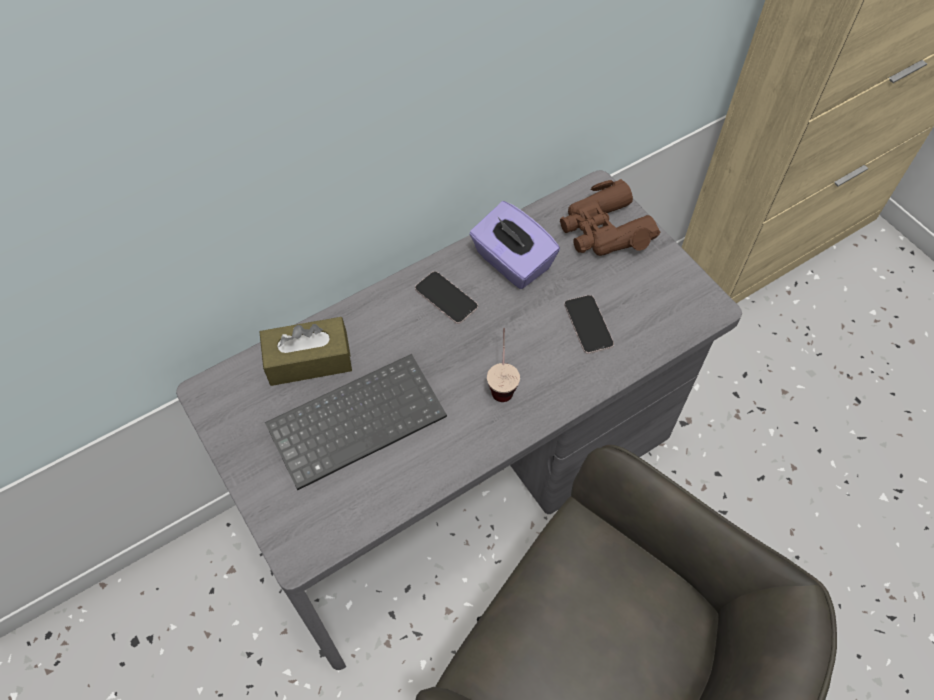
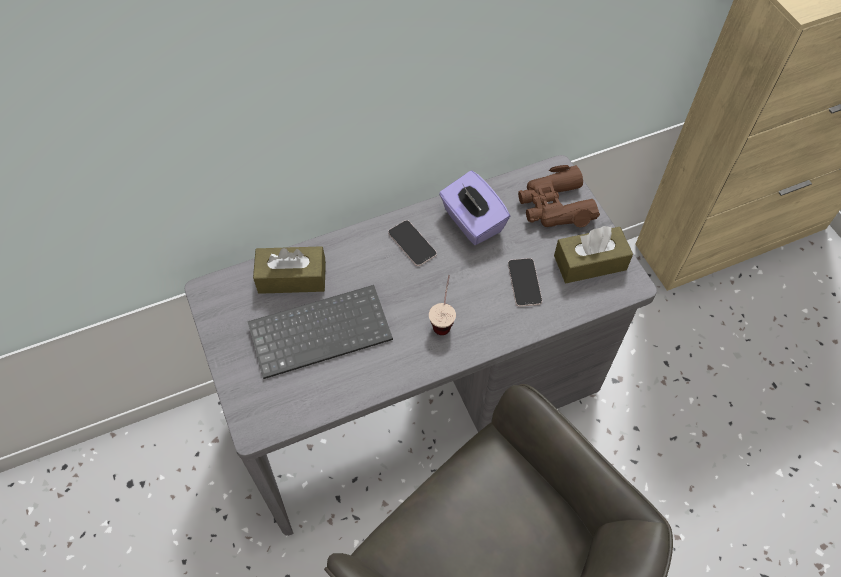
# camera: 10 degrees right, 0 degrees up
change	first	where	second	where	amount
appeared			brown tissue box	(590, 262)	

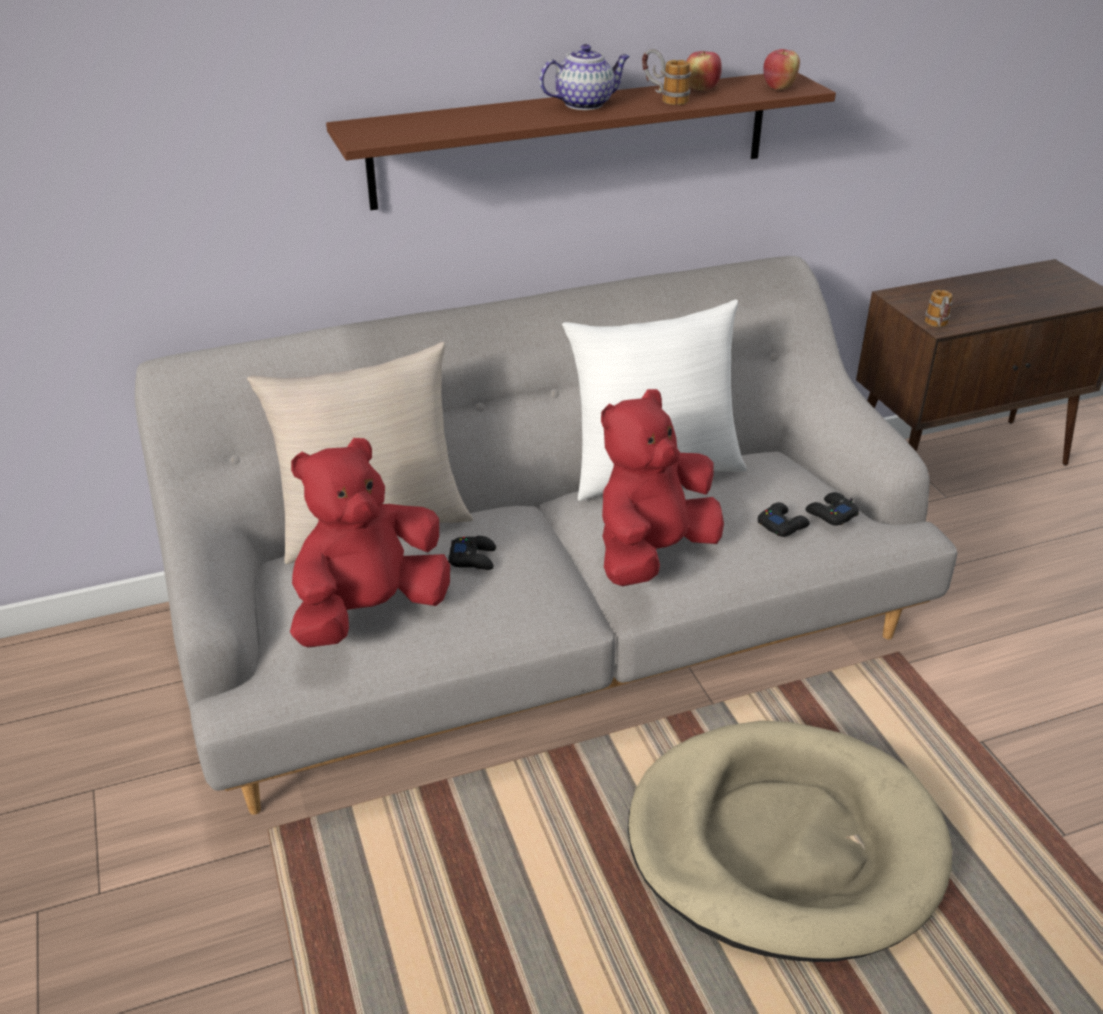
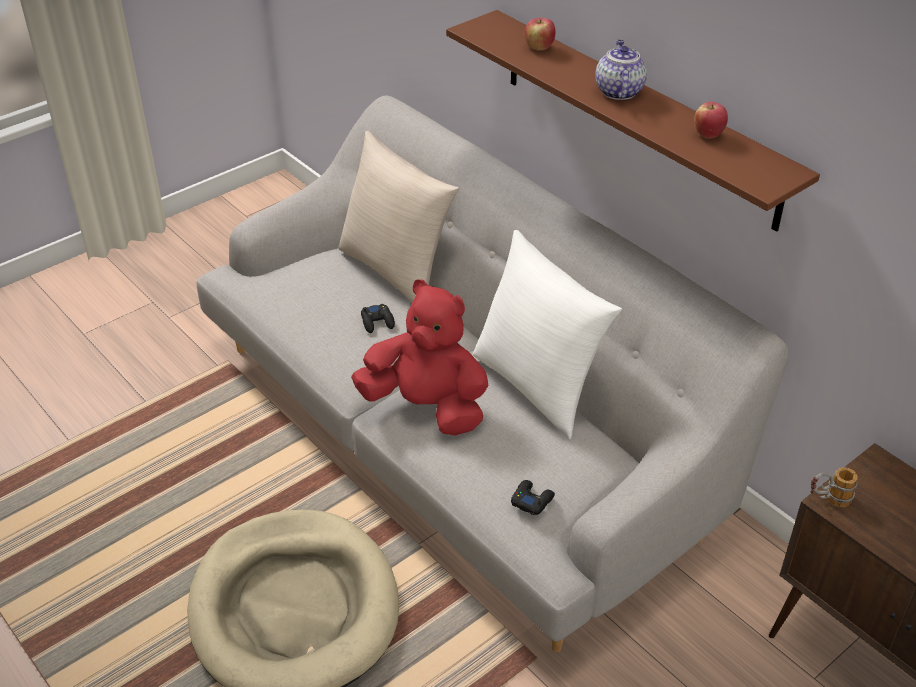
# camera: 70 degrees right, 5 degrees up
change	first	where	second	where	amount
relocated	apple	(779, 87)		(539, 47)	
spun	teapot	(585, 104)		(618, 91)	135 degrees counterclockwise
missing	red plush toy	(370, 611)			
missing	mug	(664, 99)			
missing	black game controller	(782, 525)			

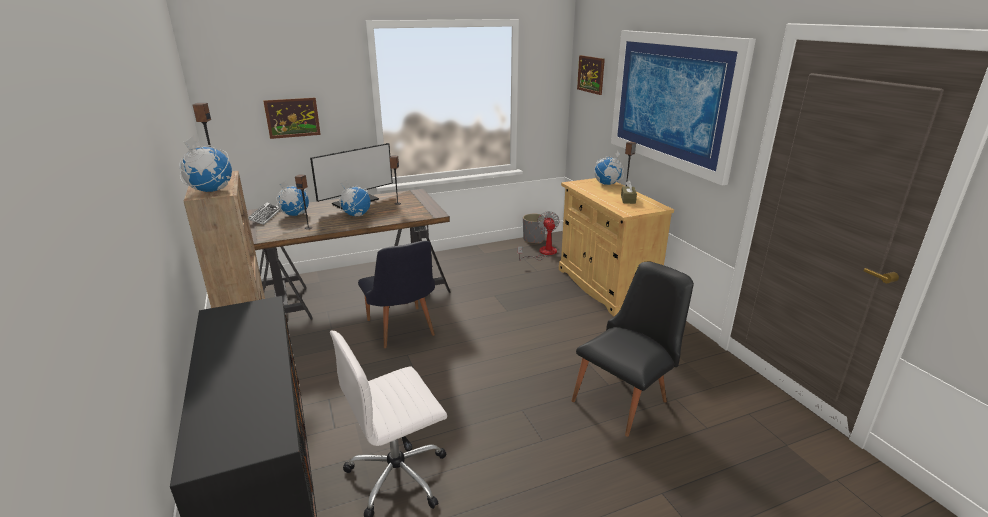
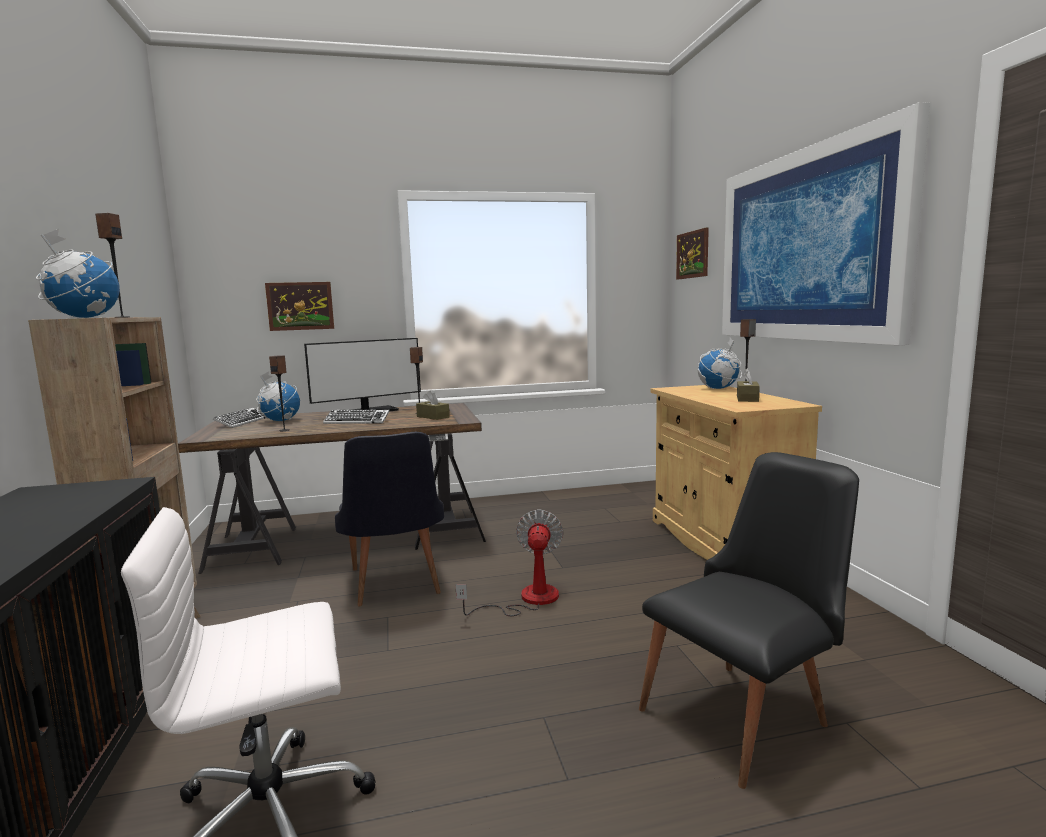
# camera: 10 degrees right, 15 degrees down
change	first	where	second	where	amount
exchanged	globe	(356, 215)	keyboard	(357, 421)	
appeared			brown tissue box	(433, 417)	
relocated	fan	(543, 253)		(527, 600)	
missing	grey planter	(534, 240)			

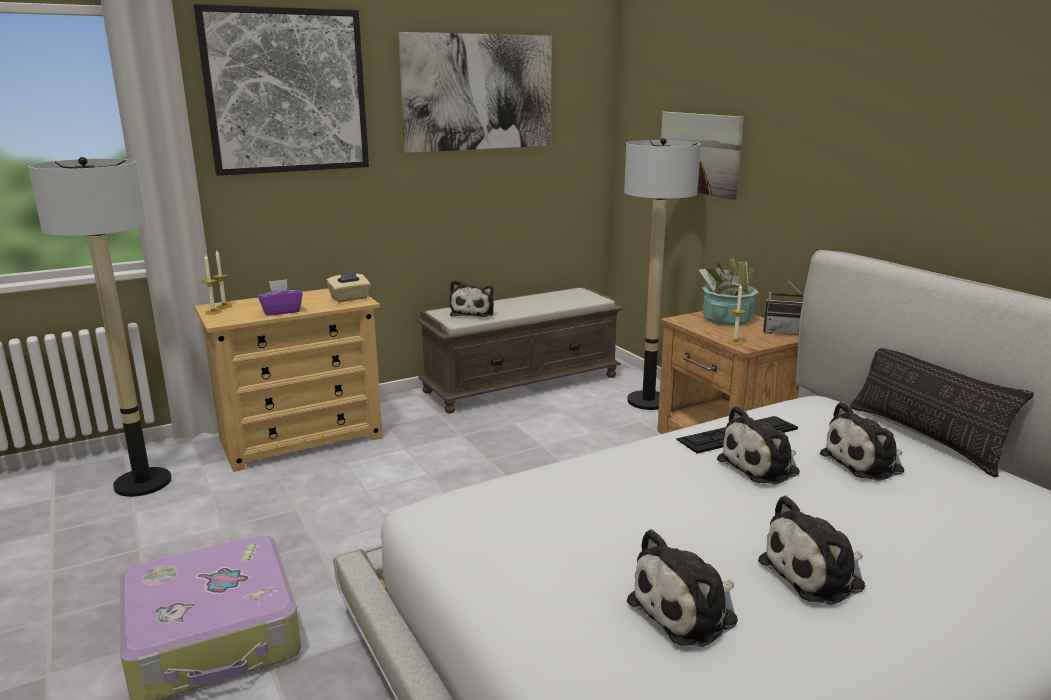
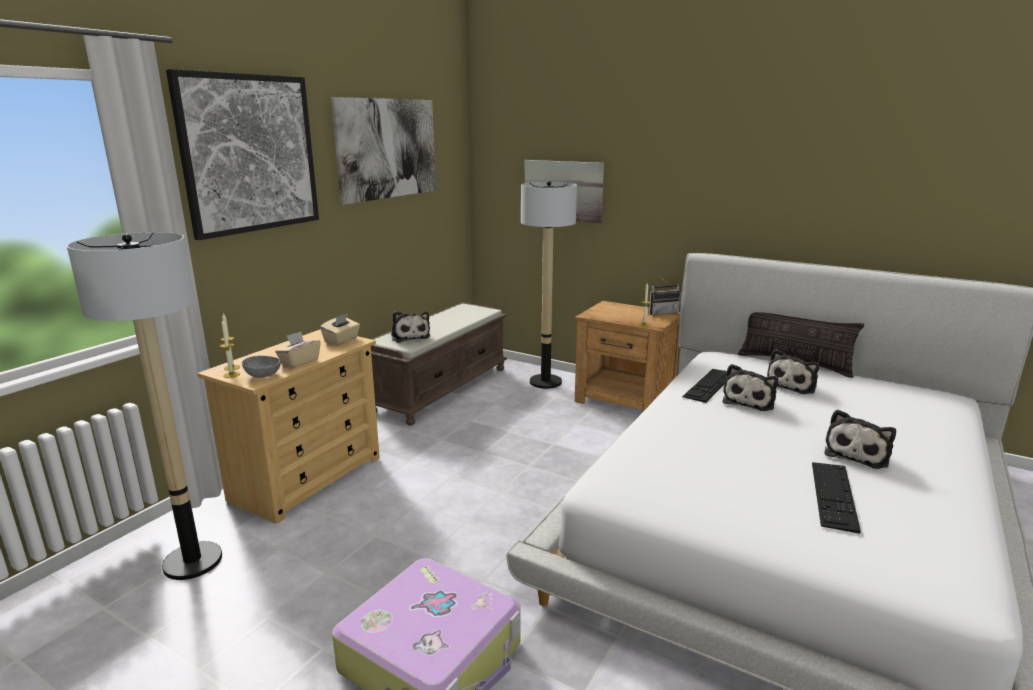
# camera: 30 degrees left, 0 degrees up
change	first	where	second	where	amount
appeared			grey bowl	(263, 375)	
colour	purple tissue box	(281, 311)	beige tissue box	(299, 362)	
exchanged	plush toy	(687, 611)	keyboard	(833, 495)	
missing	potted plant	(727, 319)			

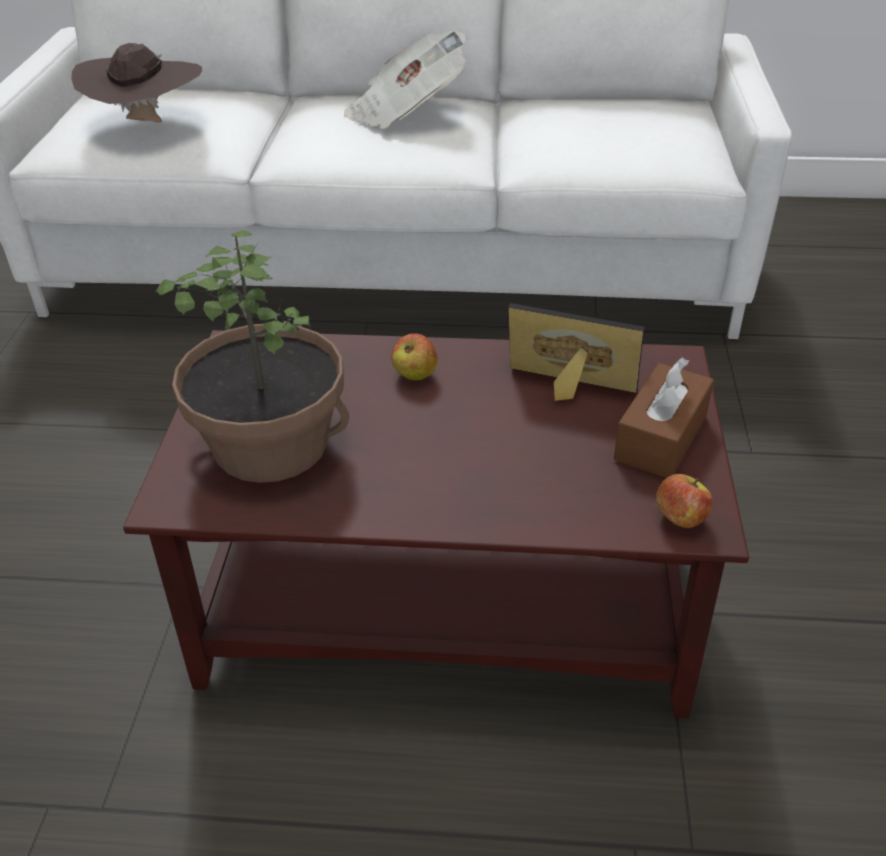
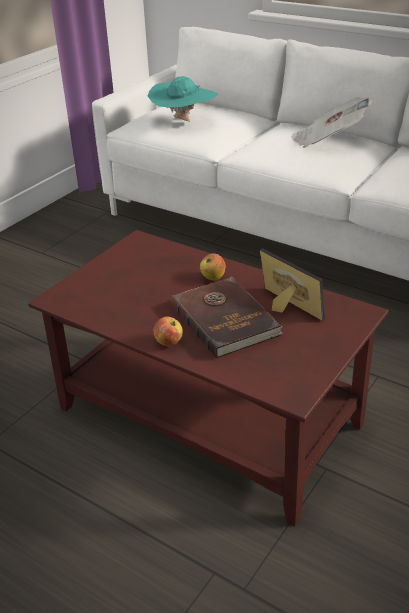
# camera: 30 degrees right, 5 degrees down
change	first	where	second	where	amount
colour	brown hat	(148, 125)	turquoise hat	(183, 122)	
relocated	apple	(680, 519)		(169, 342)	
appeared			brown book	(225, 319)	
missing	potted plant	(271, 443)			
missing	brown tissue box	(661, 437)			

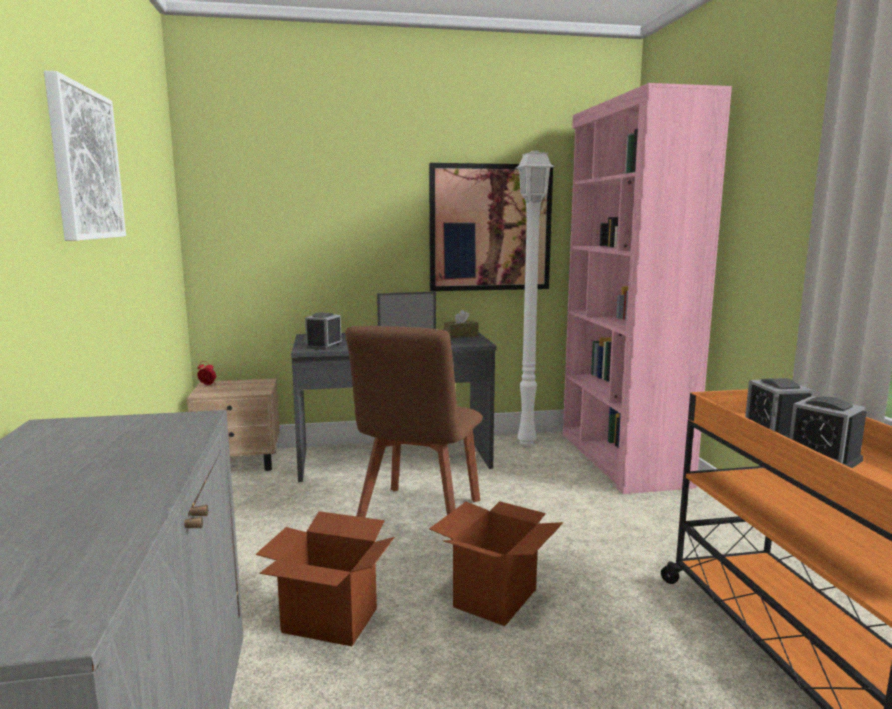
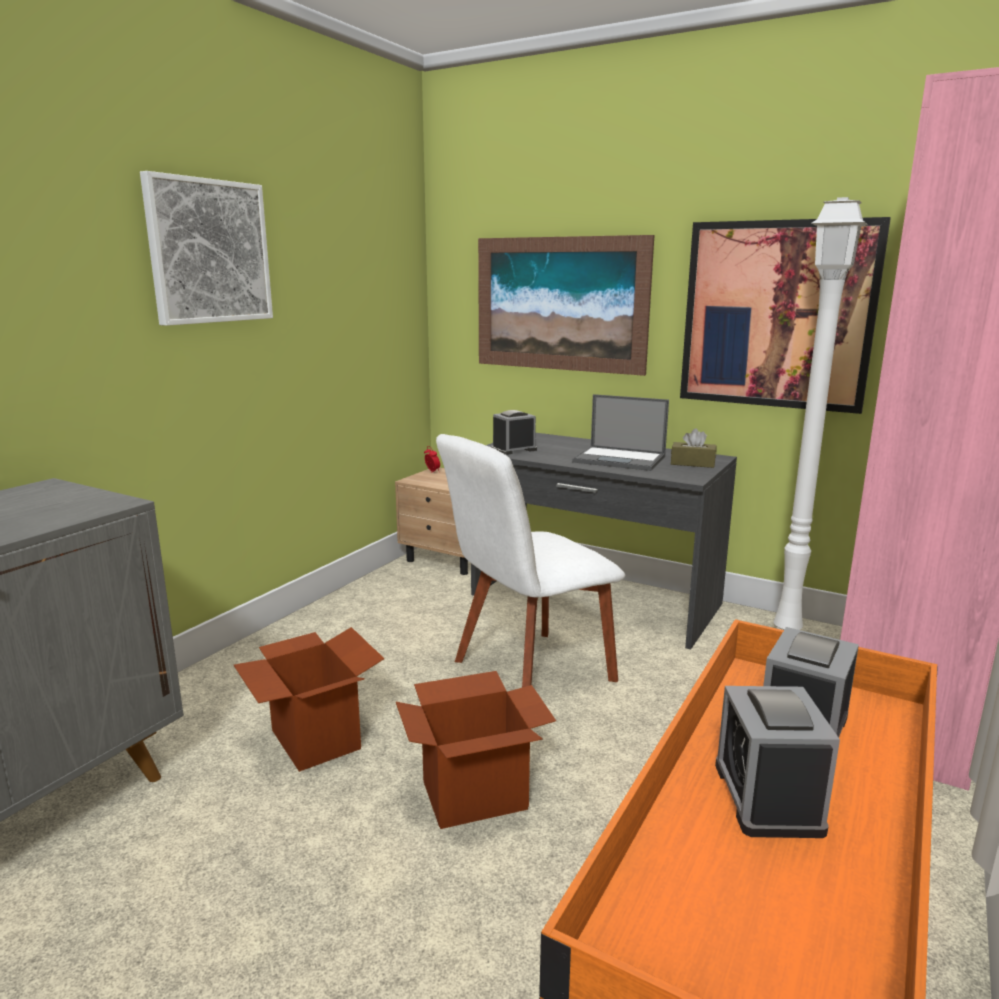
# camera: 40 degrees right, 5 degrees up
change	first	where	second	where	amount
colour	brown chair	(418, 517)	white chair	(527, 673)	
appeared			picture	(560, 304)	

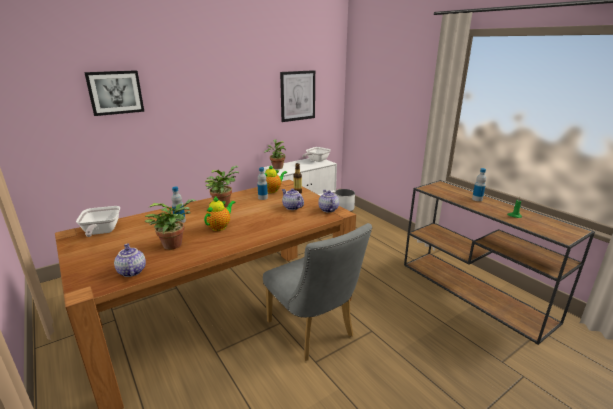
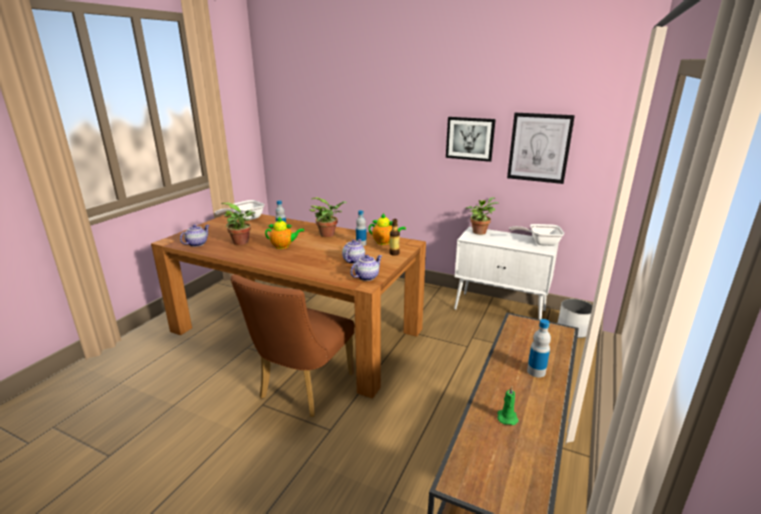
# camera: 60 degrees right, 0 degrees up
change	first	where	second	where	amount
colour	grey chair	(314, 332)	brown chair	(302, 389)	
relocated	picture	(115, 92)		(470, 138)	

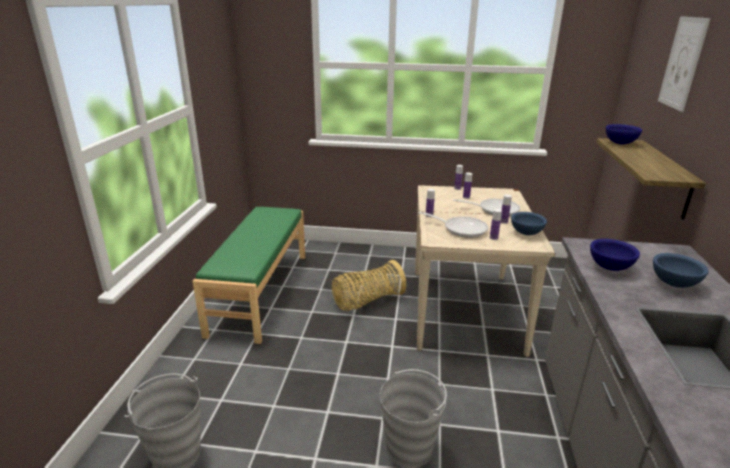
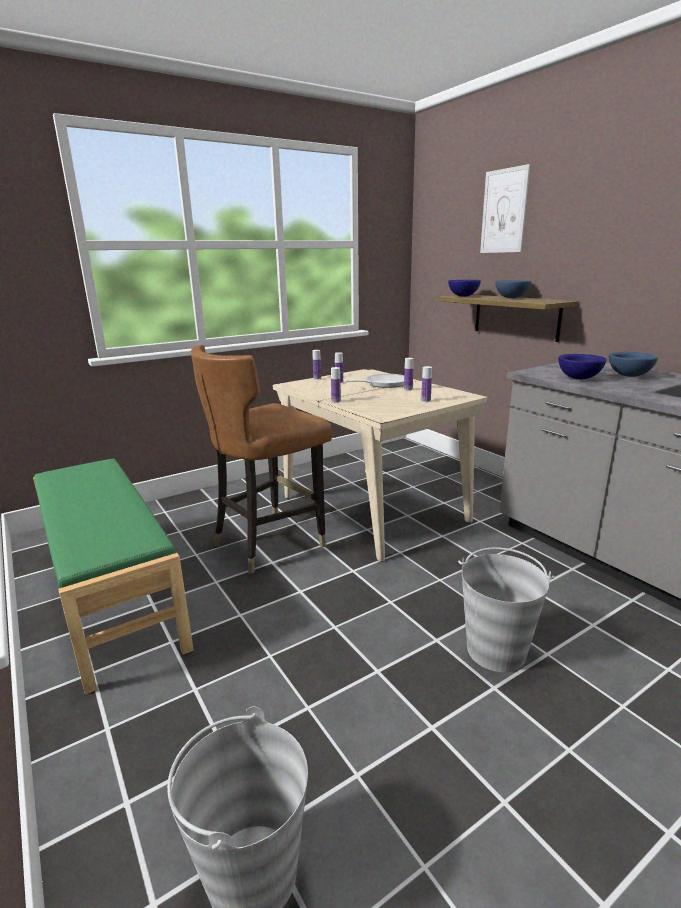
# camera: 40 degrees left, 5 degrees down
change	first	where	second	where	amount
exchanged	basket	(367, 301)	brown chair	(269, 542)	
relocated	blue bowl	(526, 233)		(511, 298)	
missing	frying pan	(461, 229)			

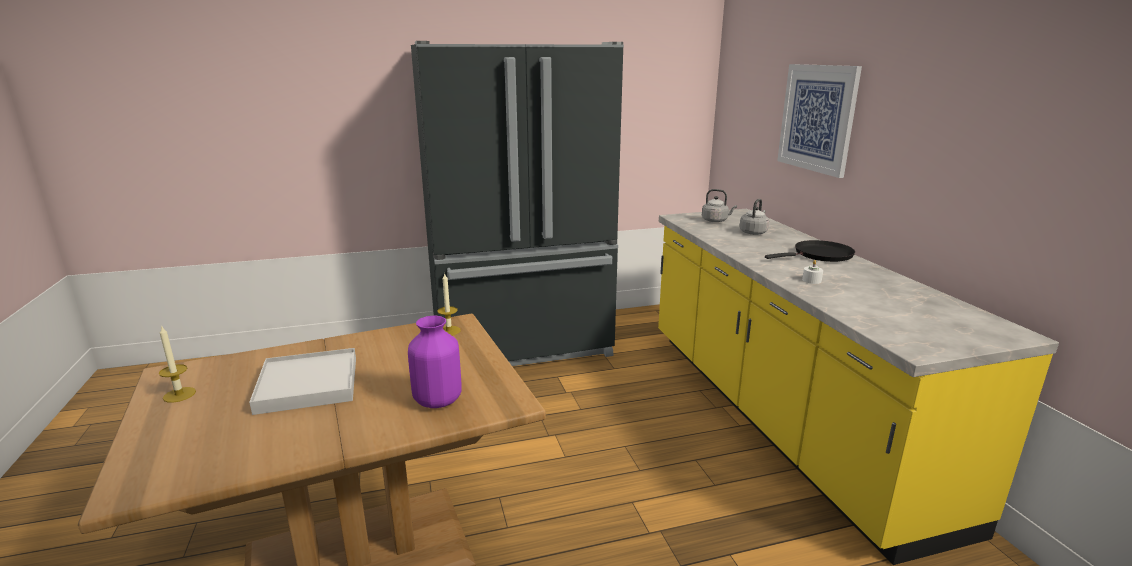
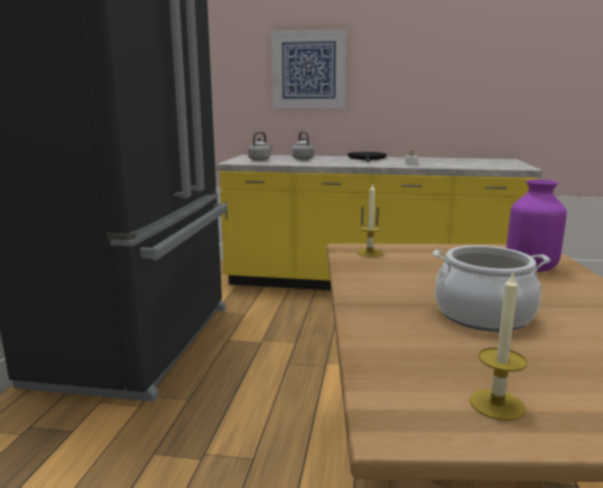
# camera: 65 degrees left, 5 degrees down
change	first	where	second	where	amount
exchanged	white tray	(308, 385)	cooking pot	(483, 315)	

